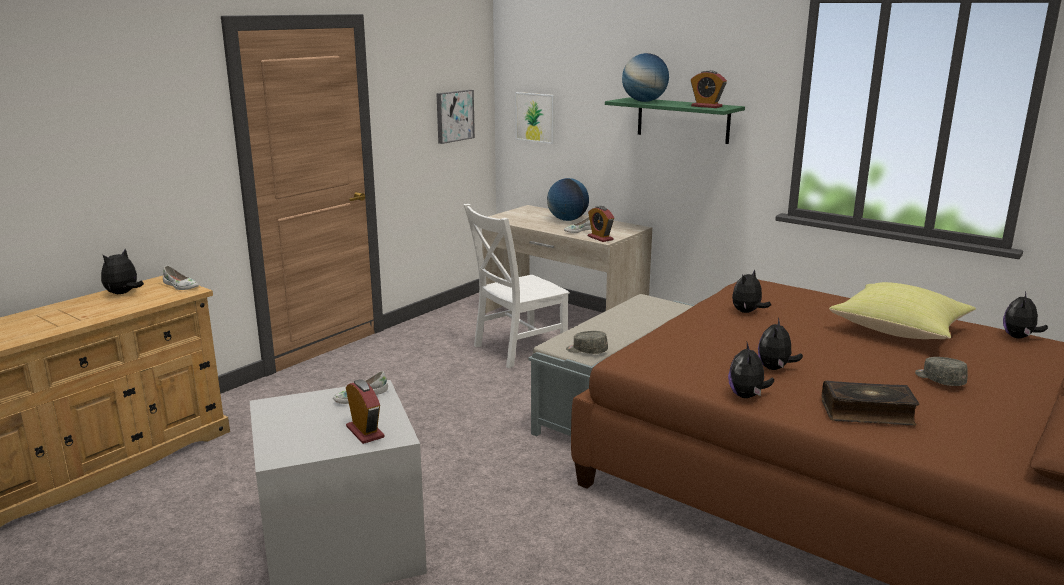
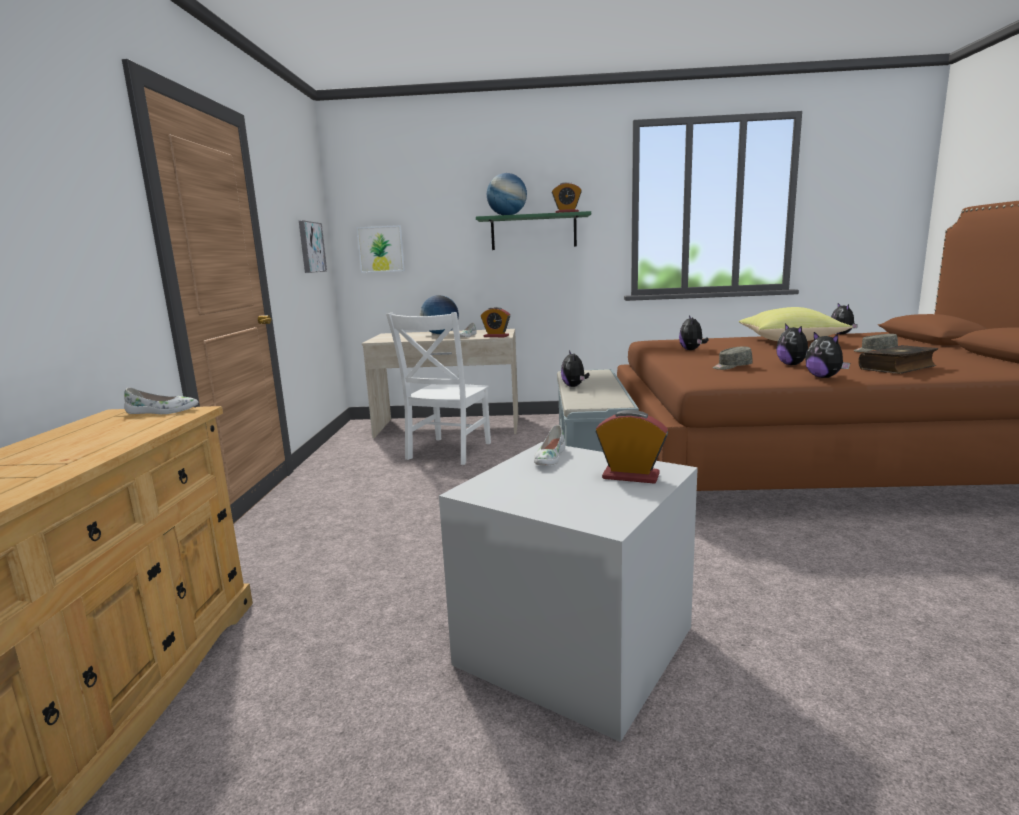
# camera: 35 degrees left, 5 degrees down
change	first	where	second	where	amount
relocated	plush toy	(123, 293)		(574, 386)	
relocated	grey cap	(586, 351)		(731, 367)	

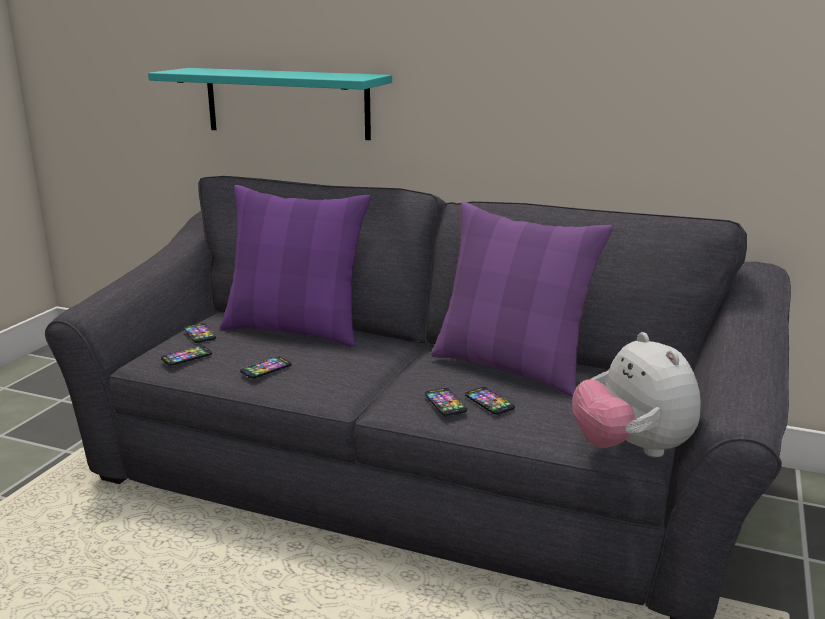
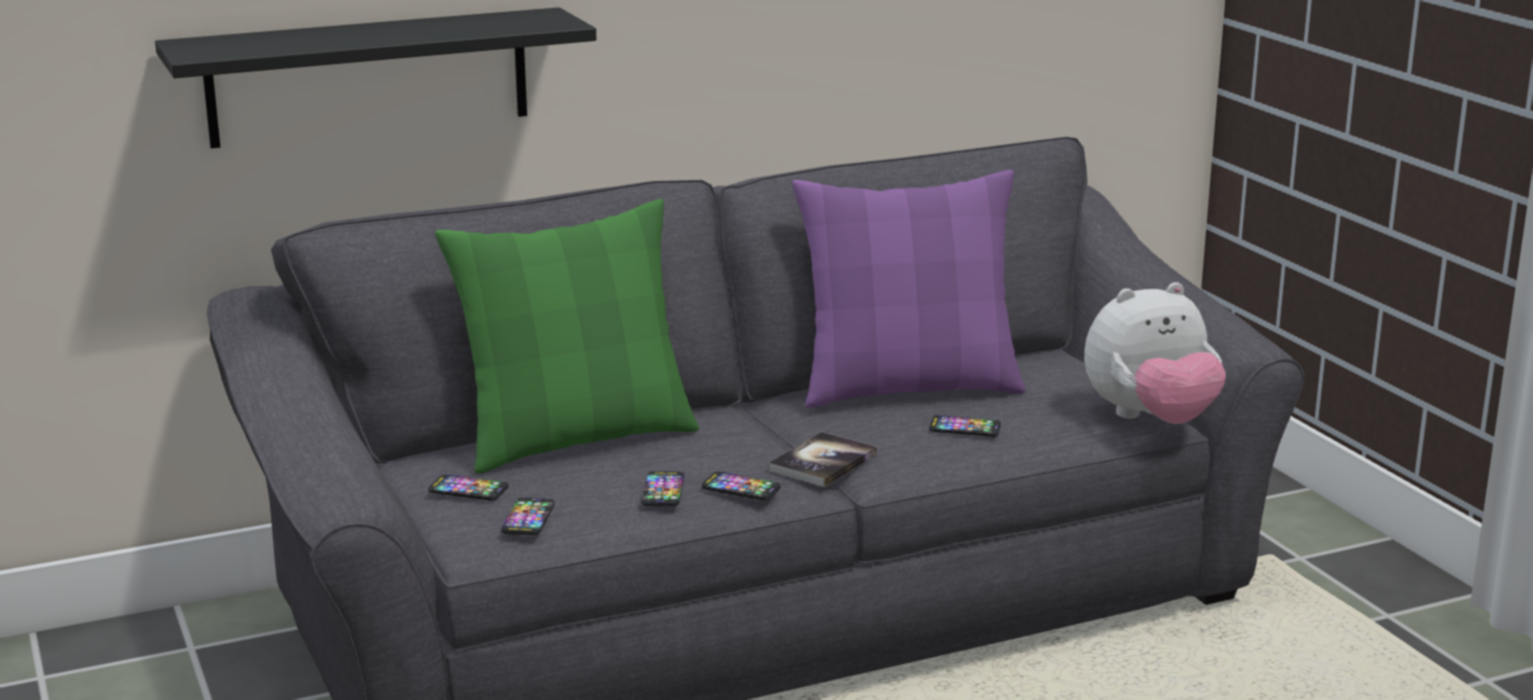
# camera: 45 degrees left, 0 degrees up
change	first	where	second	where	amount
colour	turquoise shelf	(287, 103)	black shelf	(369, 77)	
colour	purple pillow	(295, 329)	green pillow	(576, 439)	
relocated	phone	(445, 403)		(740, 488)	
appeared			book	(822, 462)	
spun	plush toy	(631, 449)		(1151, 420)	45 degrees counterclockwise

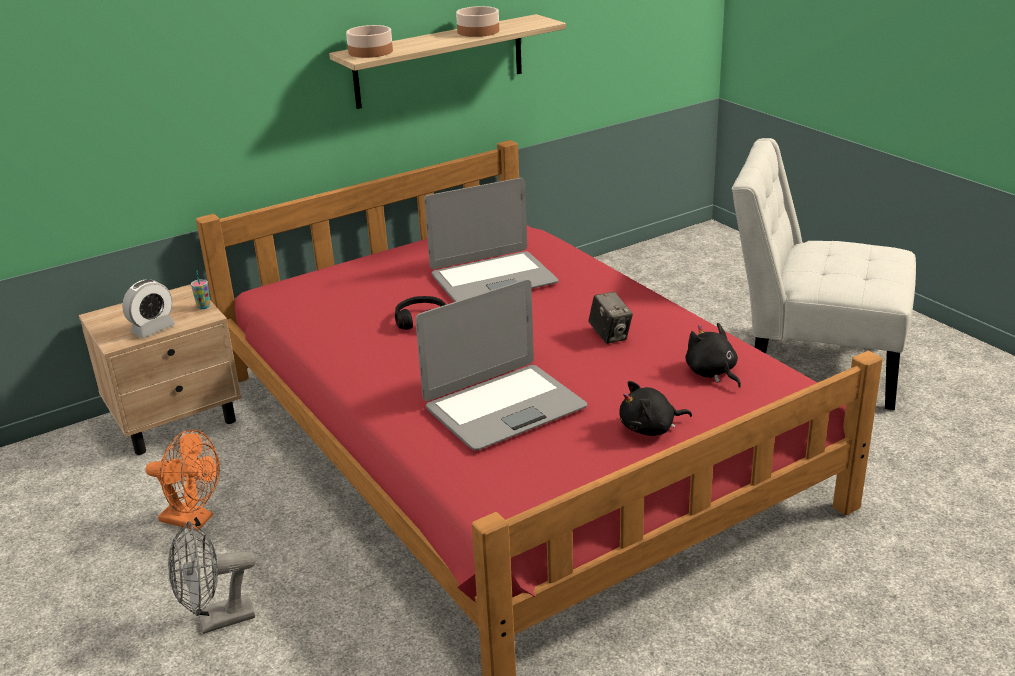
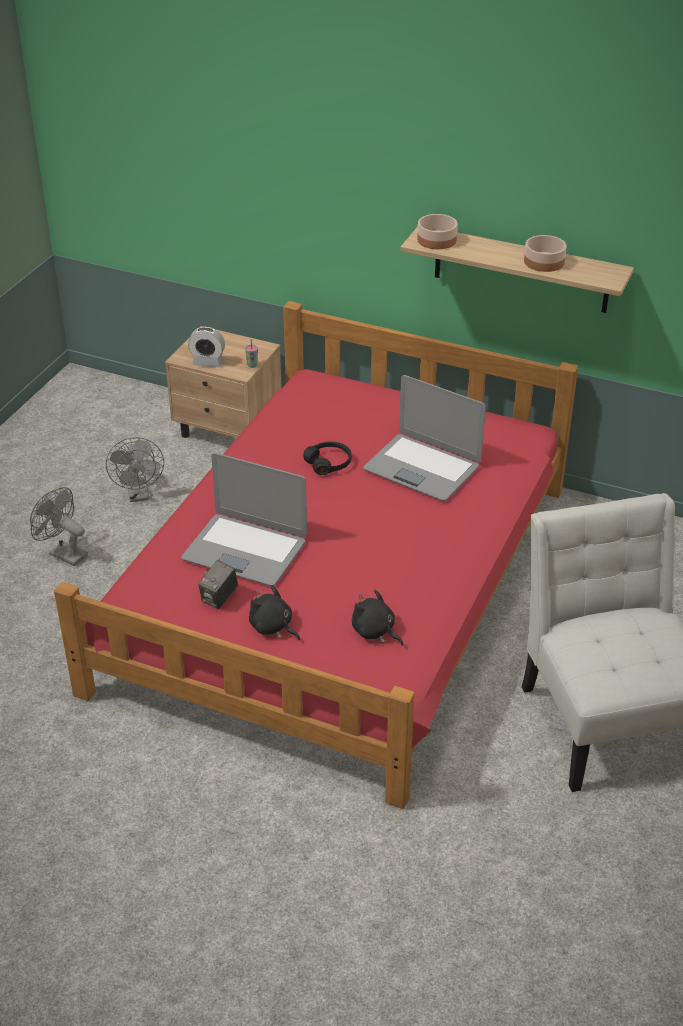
# camera: 55 degrees right, 10 degrees up
change	first	where	second	where	amount
colour	orange fan	(194, 520)	grey fan	(139, 495)	
relocated	photo camera	(610, 335)		(219, 598)	
spun	black plush toy	(712, 373)		(375, 631)	75 degrees counterclockwise

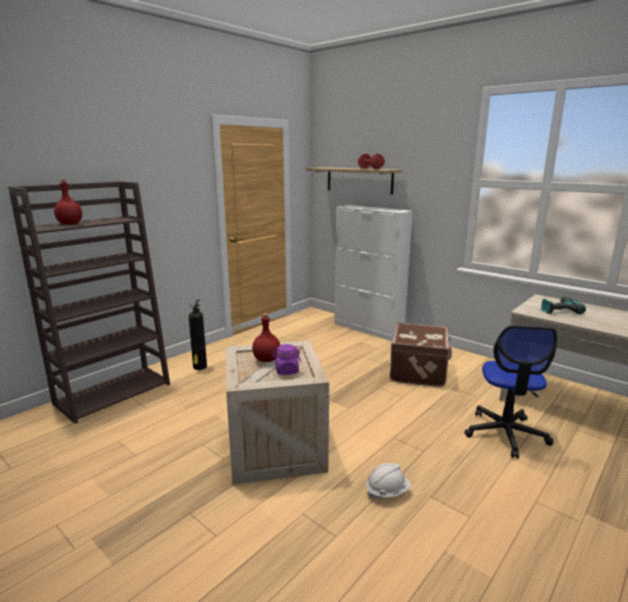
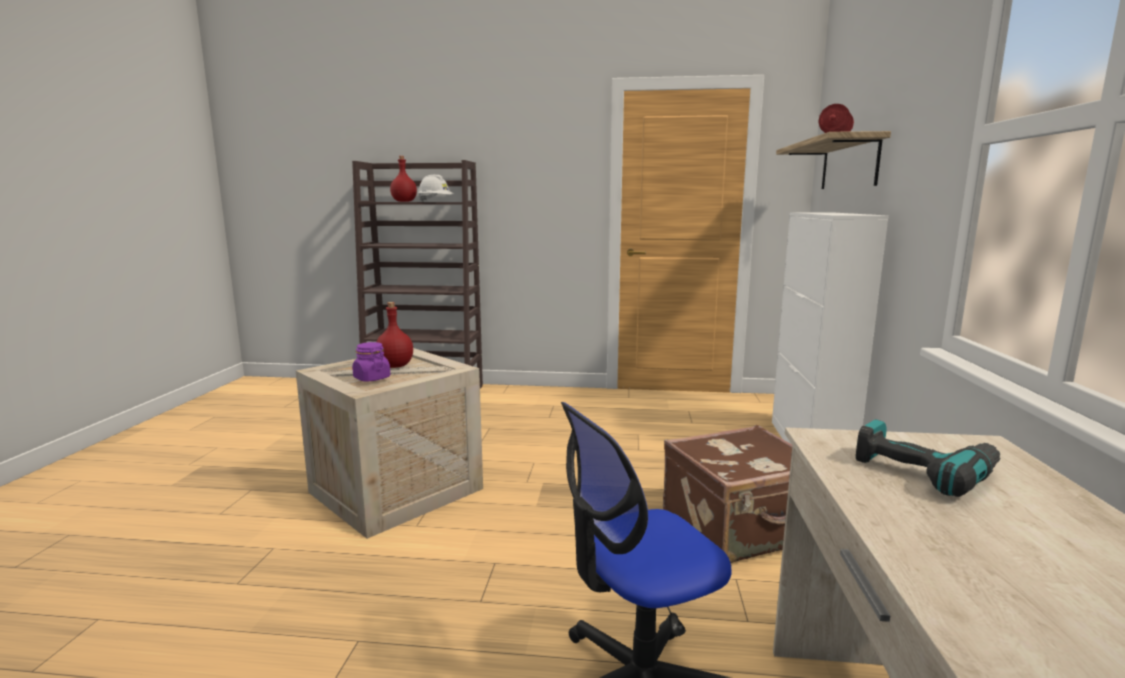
# camera: 55 degrees right, 5 degrees down
change	first	where	second	where	amount
relocated	white hard hat	(387, 491)		(435, 201)	
missing	fire extinguisher	(199, 367)			

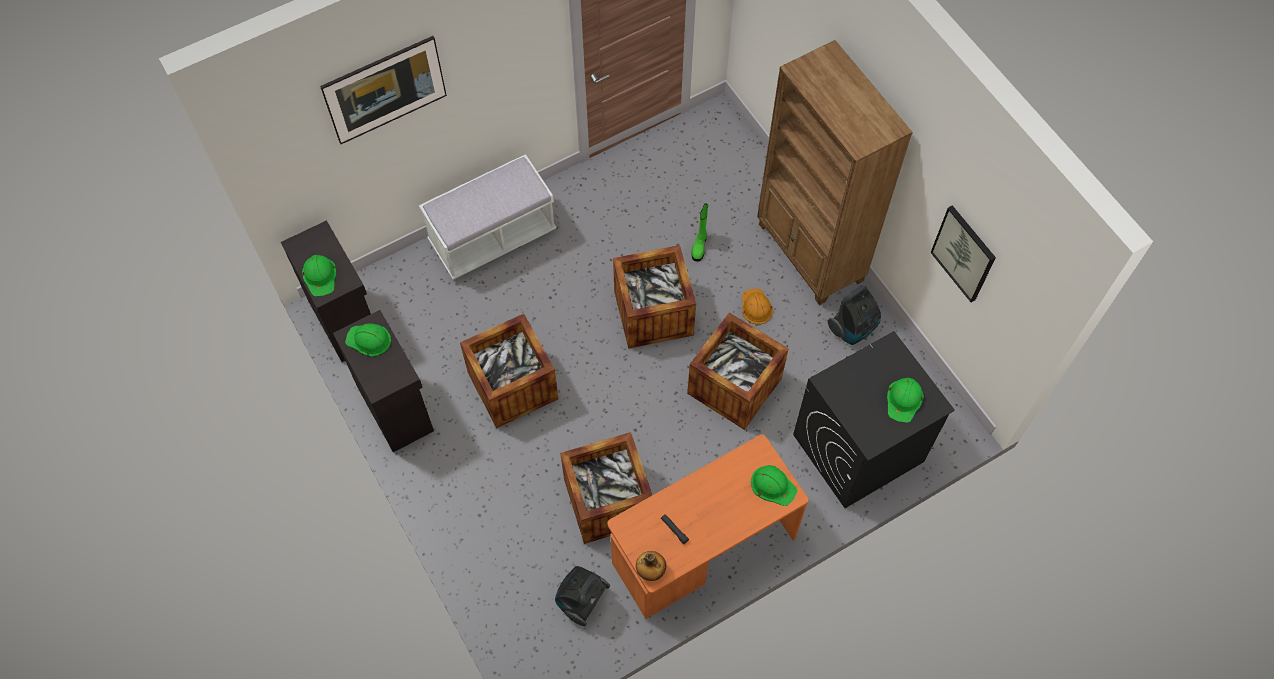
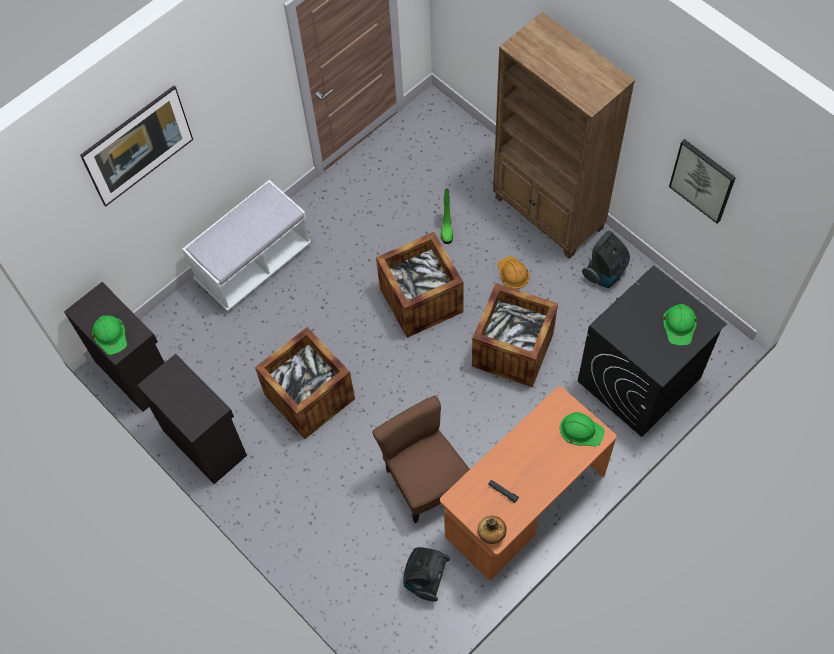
# camera: 10 degrees left, 0 degrees up
change	first	where	second	where	amount
exchanged	crate	(608, 501)	brown chair	(425, 481)	
missing	green hard hat	(369, 340)			

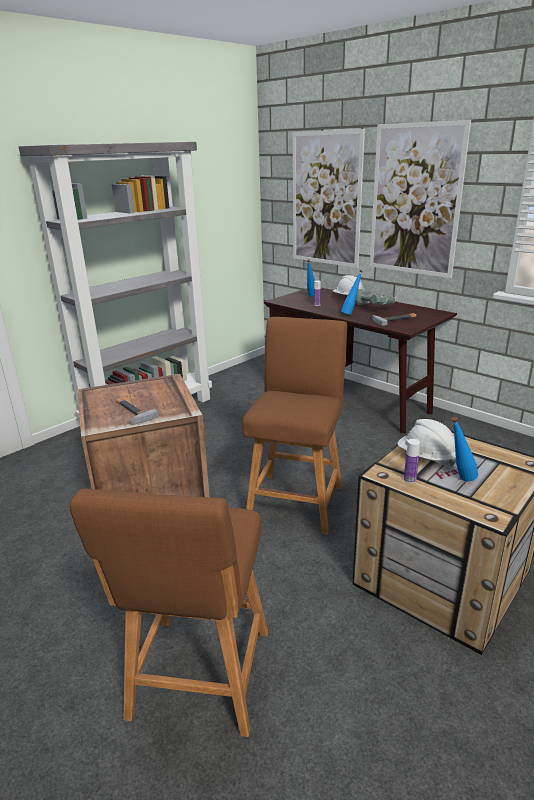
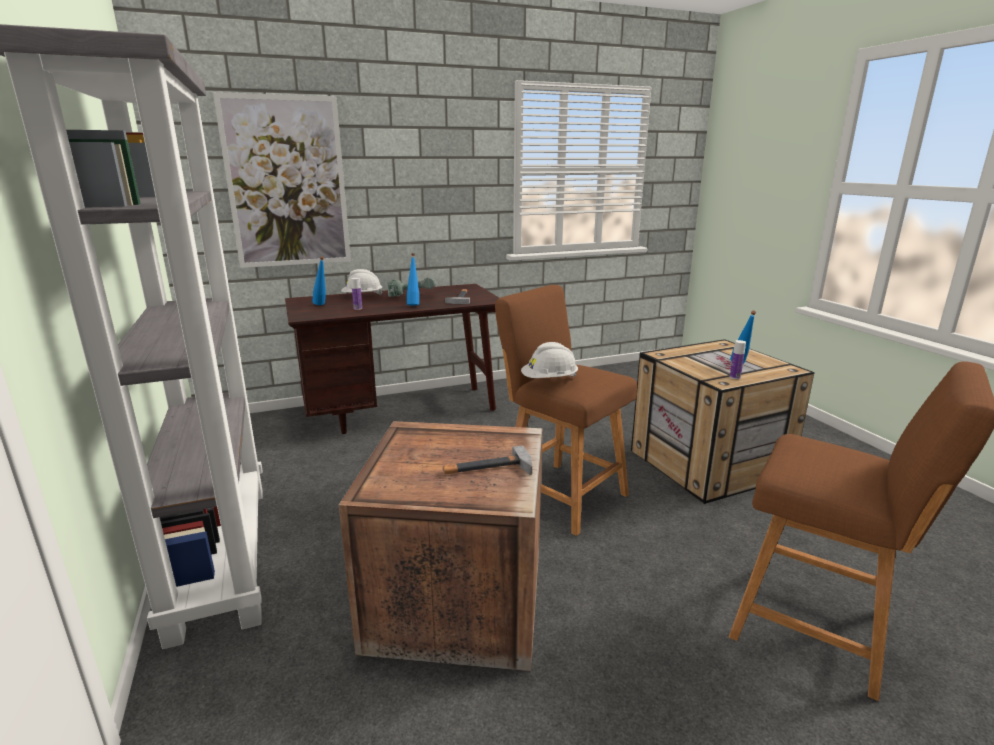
# camera: 65 degrees left, 5 degrees down
change	first	where	second	where	amount
relocated	white hard hat	(426, 457)		(549, 381)	
missing	picture	(415, 201)			

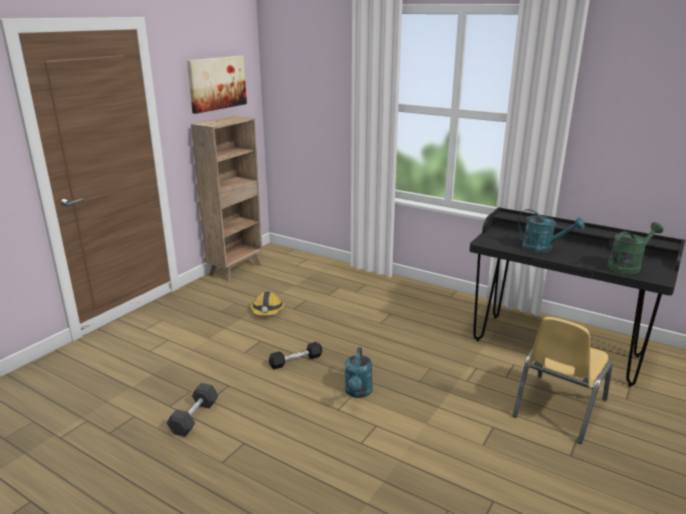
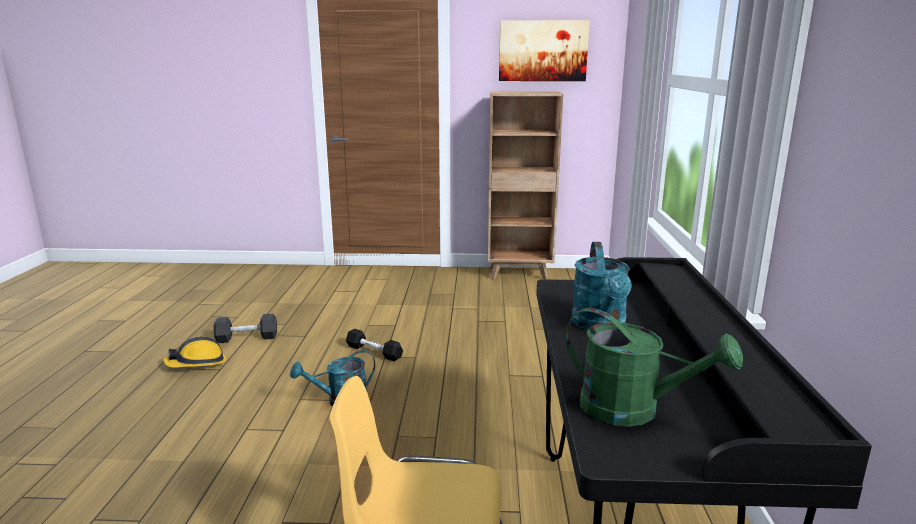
# camera: 60 degrees right, 5 degrees down
change	first	where	second	where	amount
relocated	hard hat	(267, 311)		(197, 363)	

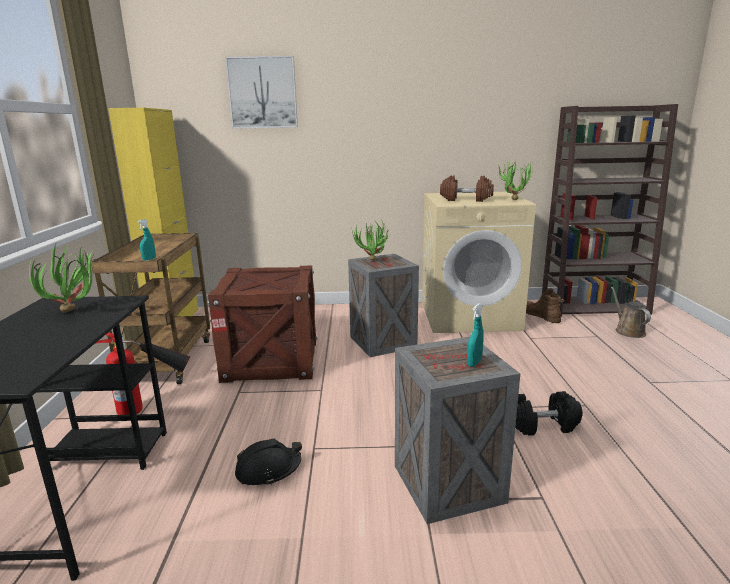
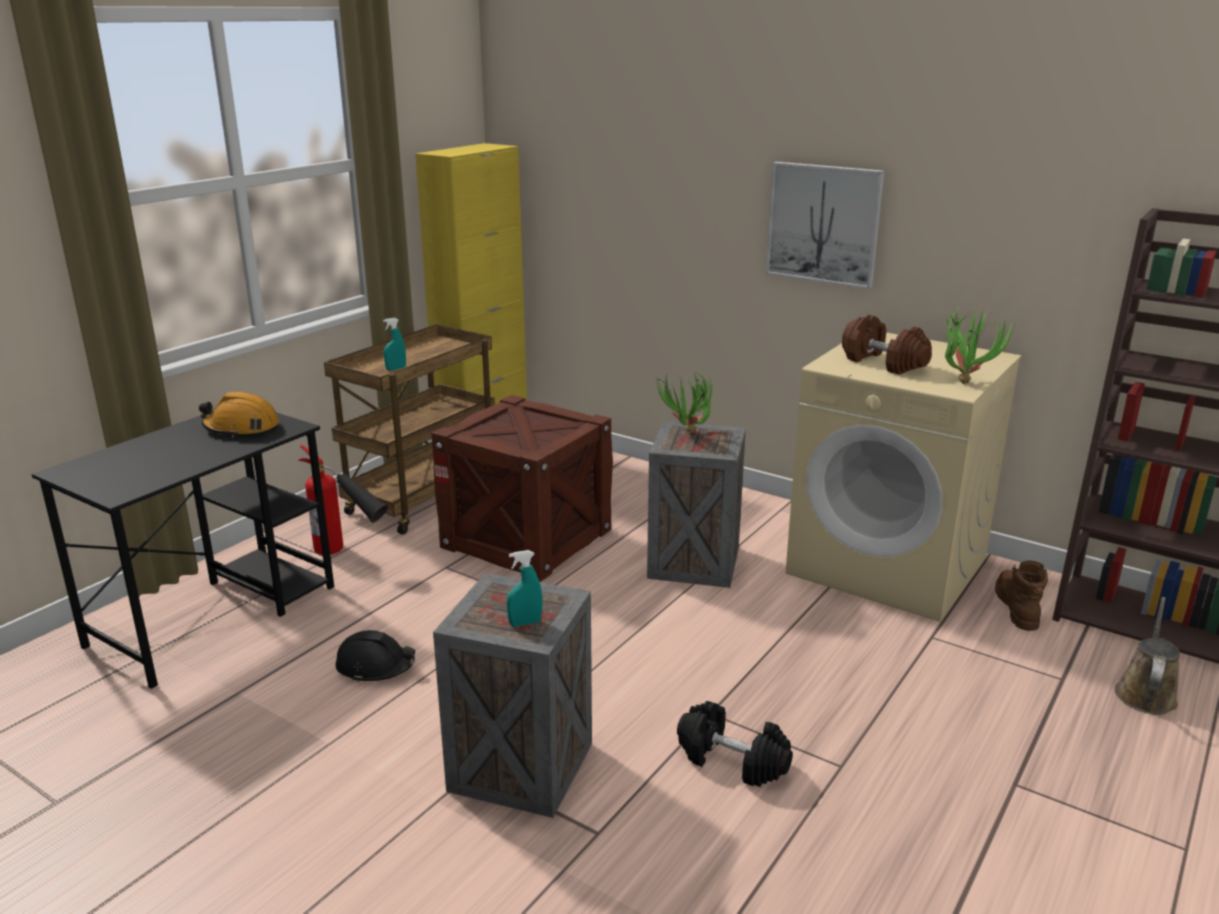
# camera: 35 degrees right, 5 degrees up
change	first	where	second	where	amount
exchanged	potted plant	(77, 311)	orange hard hat	(242, 428)	
relocated	picture	(262, 93)		(823, 224)	

